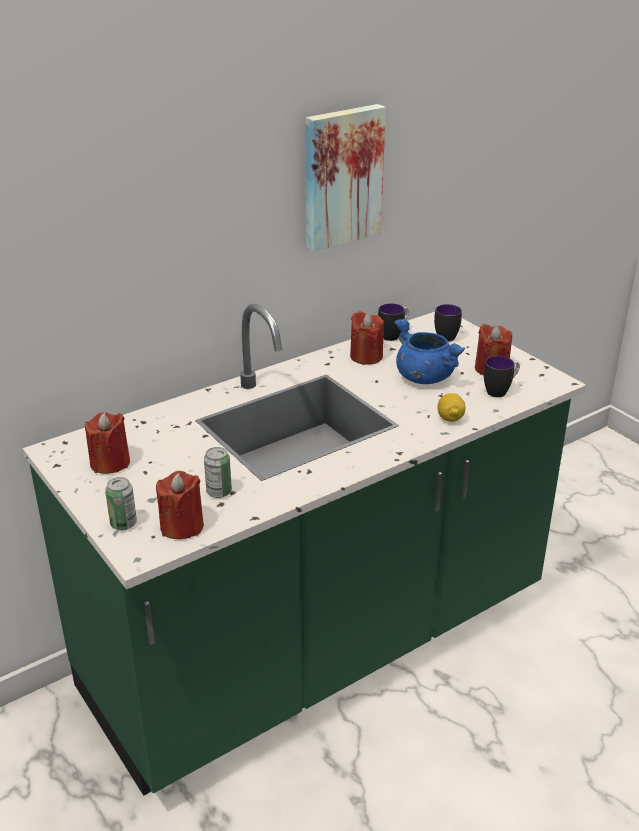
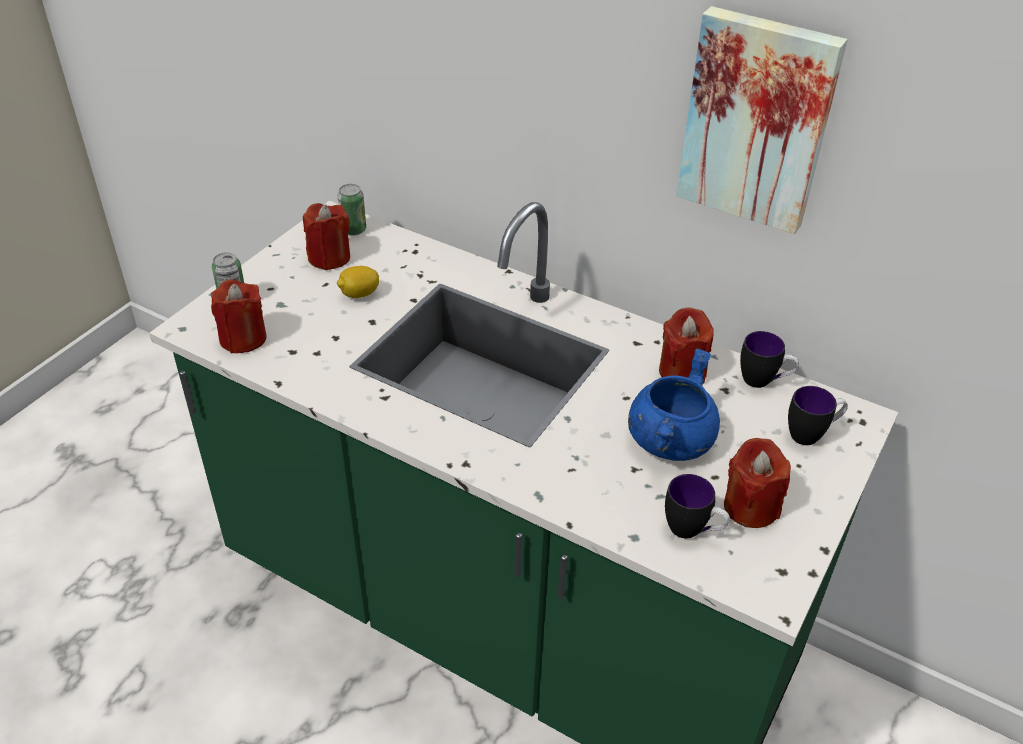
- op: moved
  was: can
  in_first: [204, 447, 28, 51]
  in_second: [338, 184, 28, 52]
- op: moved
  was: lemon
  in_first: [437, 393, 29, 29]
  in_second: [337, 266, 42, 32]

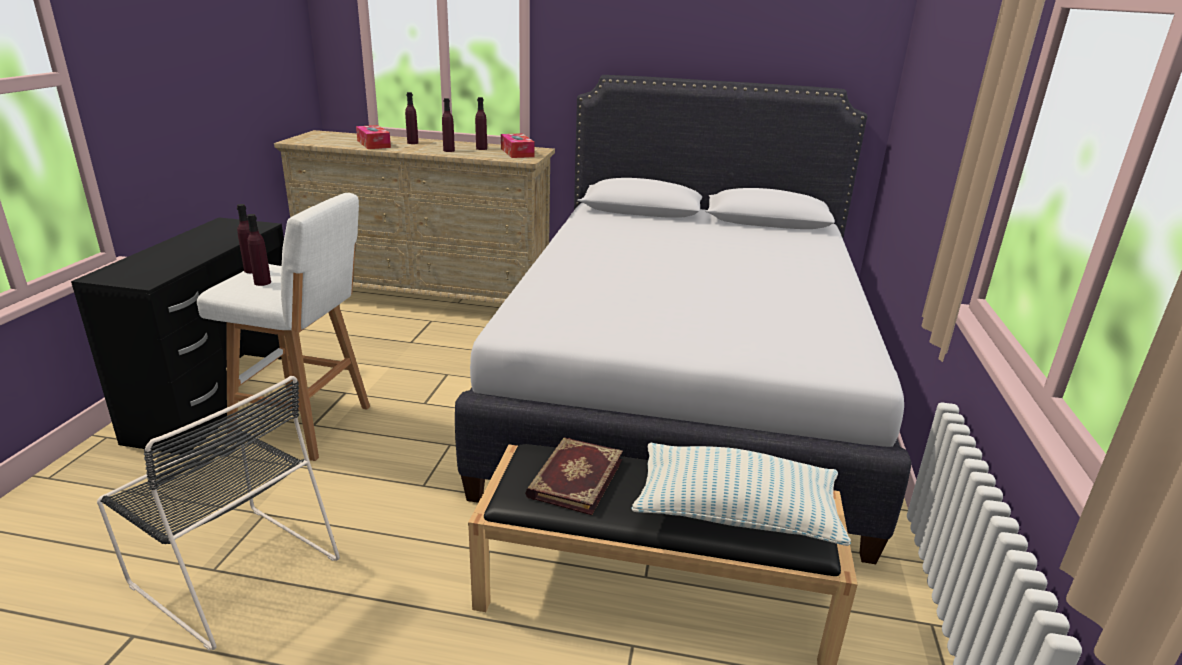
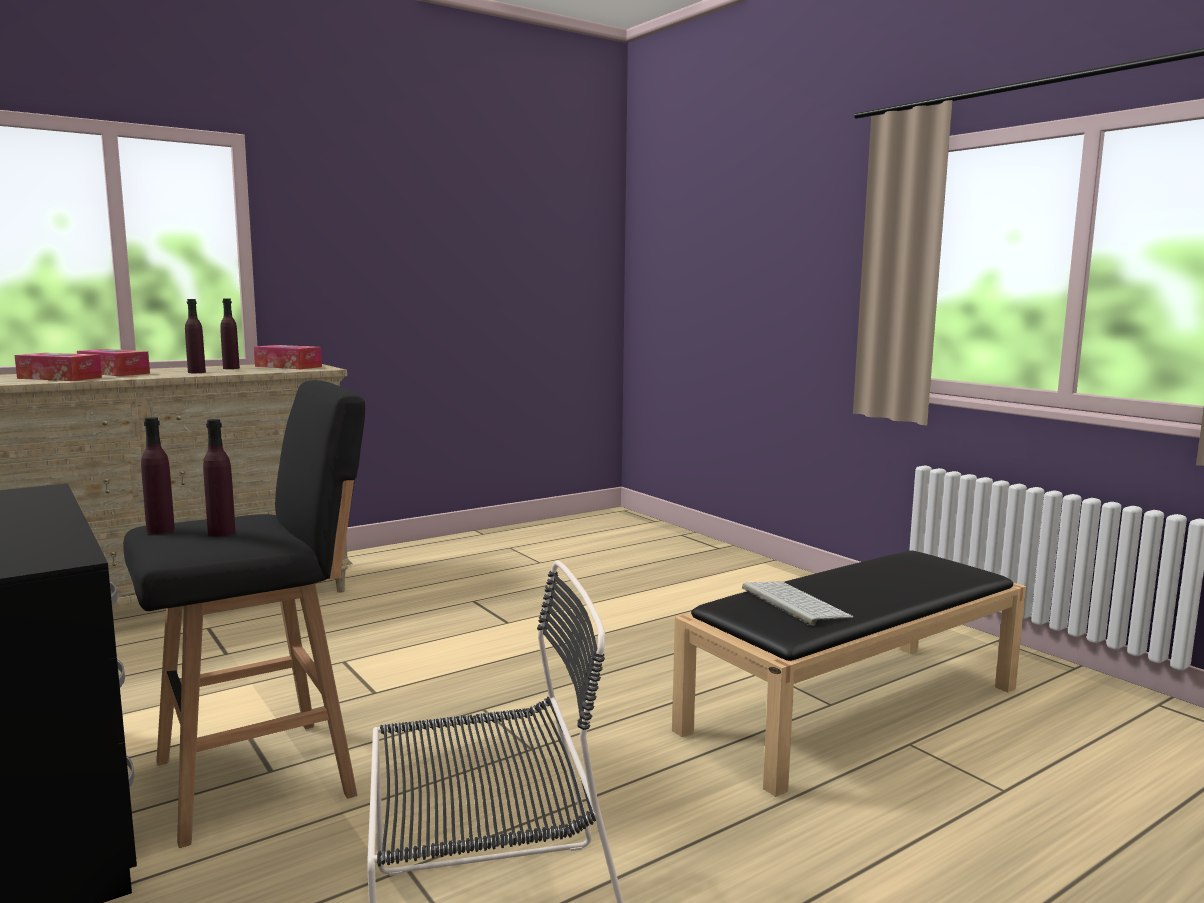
- op: removed
  was: white sleeping bed
  in_first: [455, 75, 457, 489]
- op: removed
  was: throw pillow
  in_first: [631, 443, 220, 103]
- op: replaced
  was: purplish drink bottle
  now: tissue box
  in_first: [405, 92, 13, 52]
  in_second: [77, 349, 73, 27]
- op: replaced
  was: volume
  now: keyboard
  in_first: [525, 437, 98, 78]
  in_second: [742, 581, 111, 45]
- op: recoloured
  was: white stool seat
  now: blackish stool seat
  in_first: [197, 193, 173, 268]
  in_second: [123, 380, 242, 468]

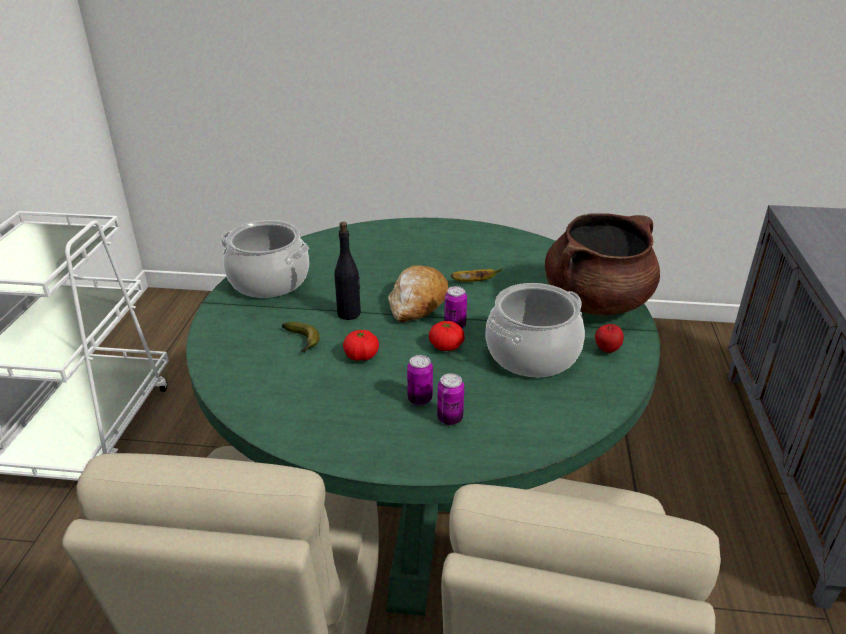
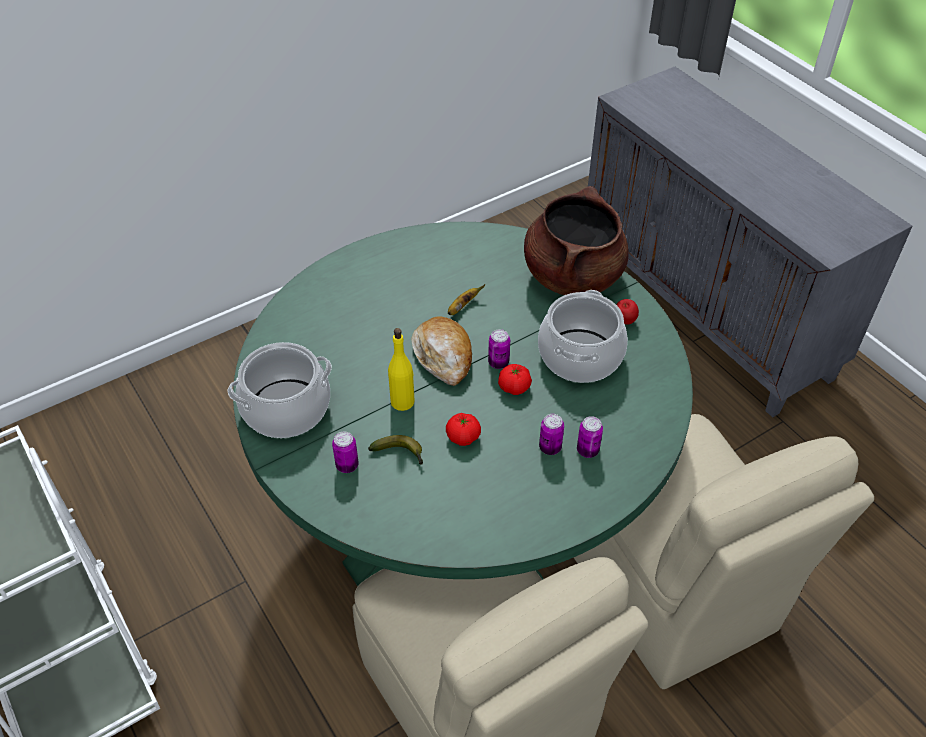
- op: added
  now: can
  in_second: [332, 431, 27, 42]
- op: recoloured
  was: blackish drink bottle
  now: yellowish drink bottle
  in_first: [334, 222, 27, 98]
  in_second: [388, 328, 27, 83]

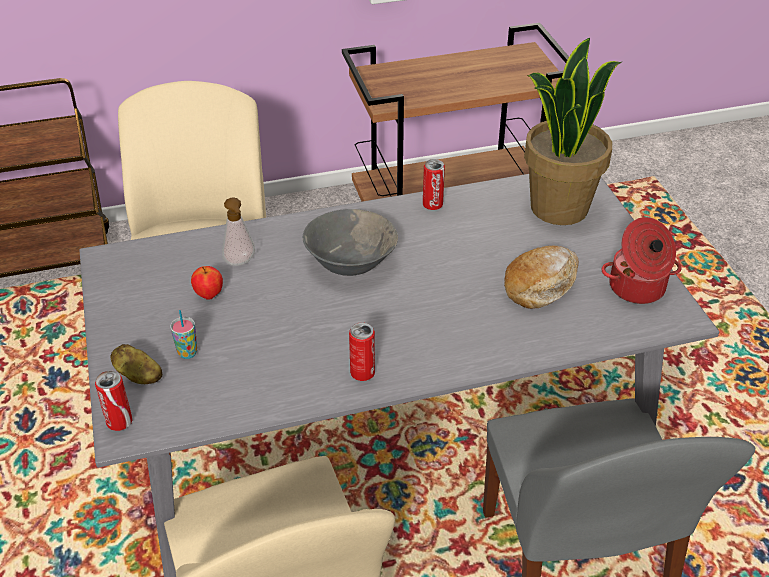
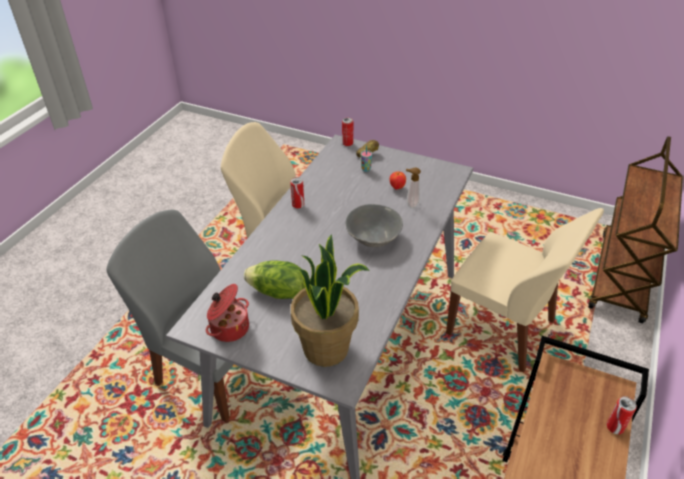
- op: moved
  was: can
  in_first: [423, 159, 22, 51]
  in_second: [607, 396, 30, 39]
- op: replaced
  was: baked bread
  now: lettuce head
  in_first: [504, 246, 75, 63]
  in_second: [244, 260, 61, 39]

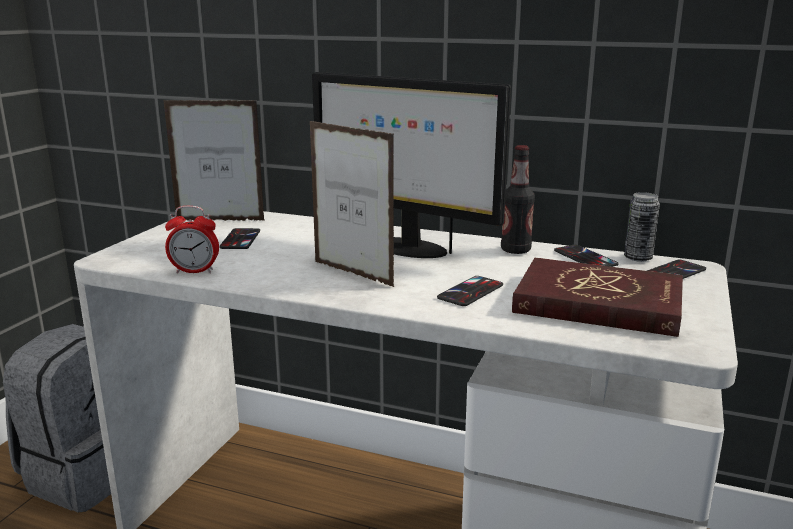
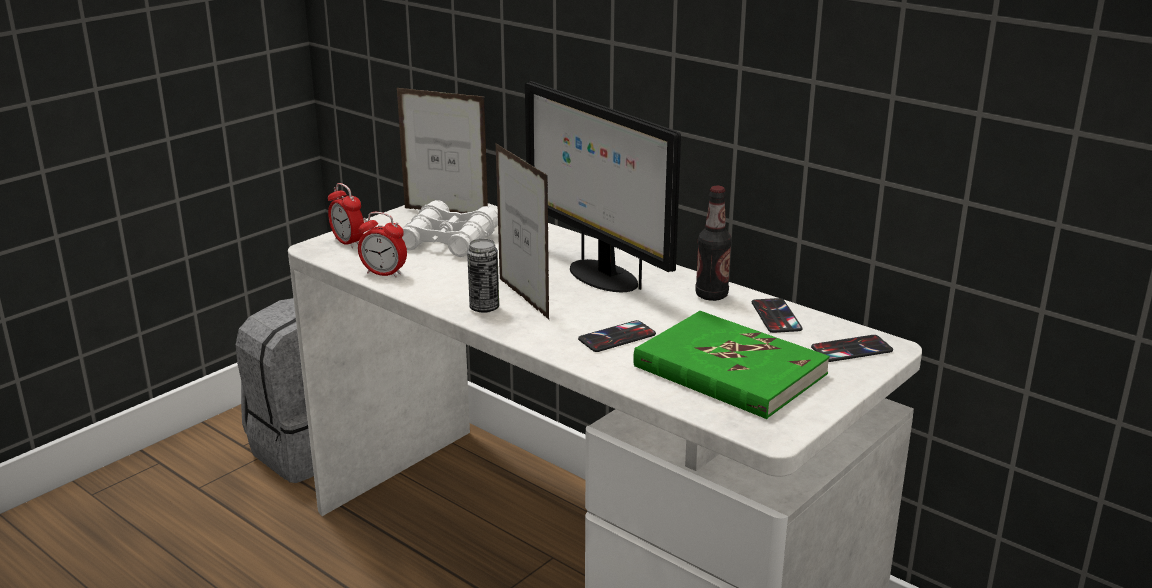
- op: added
  now: table clock
  in_second: [328, 183, 36, 65]
- op: moved
  was: can
  in_first: [624, 192, 36, 70]
  in_second: [467, 239, 32, 74]
- op: replaced
  was: telephone
  now: white binoculars
  in_first: [219, 228, 41, 21]
  in_second: [402, 200, 96, 57]
- op: recoloured
  was: reddish volume
  now: green volume
  in_first: [512, 258, 171, 79]
  in_second: [633, 311, 197, 108]

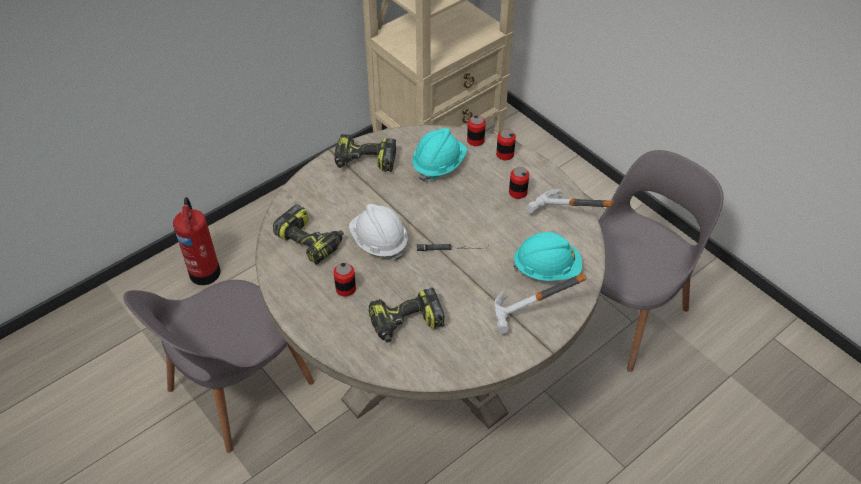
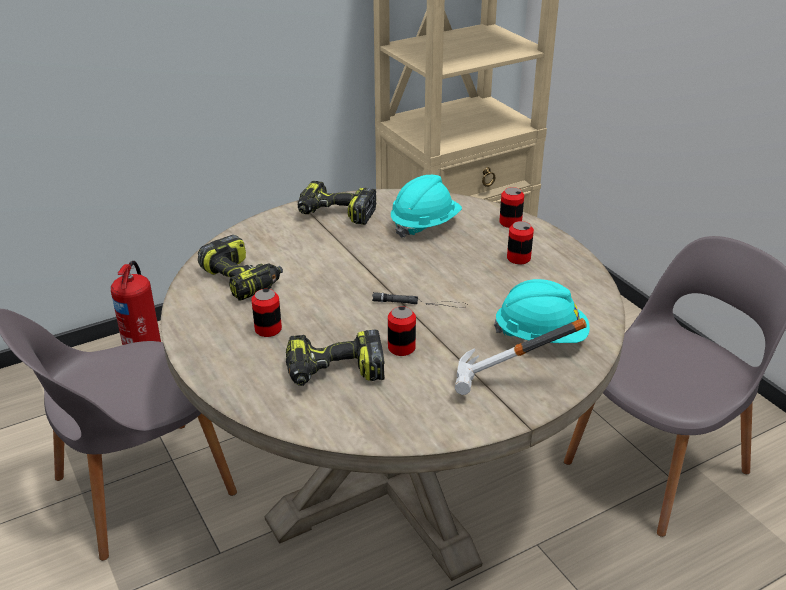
- op: removed
  was: white hard hat
  in_first: [349, 204, 59, 57]
- op: removed
  was: hand hammer
  in_first: [526, 189, 88, 24]
- op: moved
  was: can
  in_first: [467, 115, 19, 31]
  in_second: [388, 306, 28, 50]

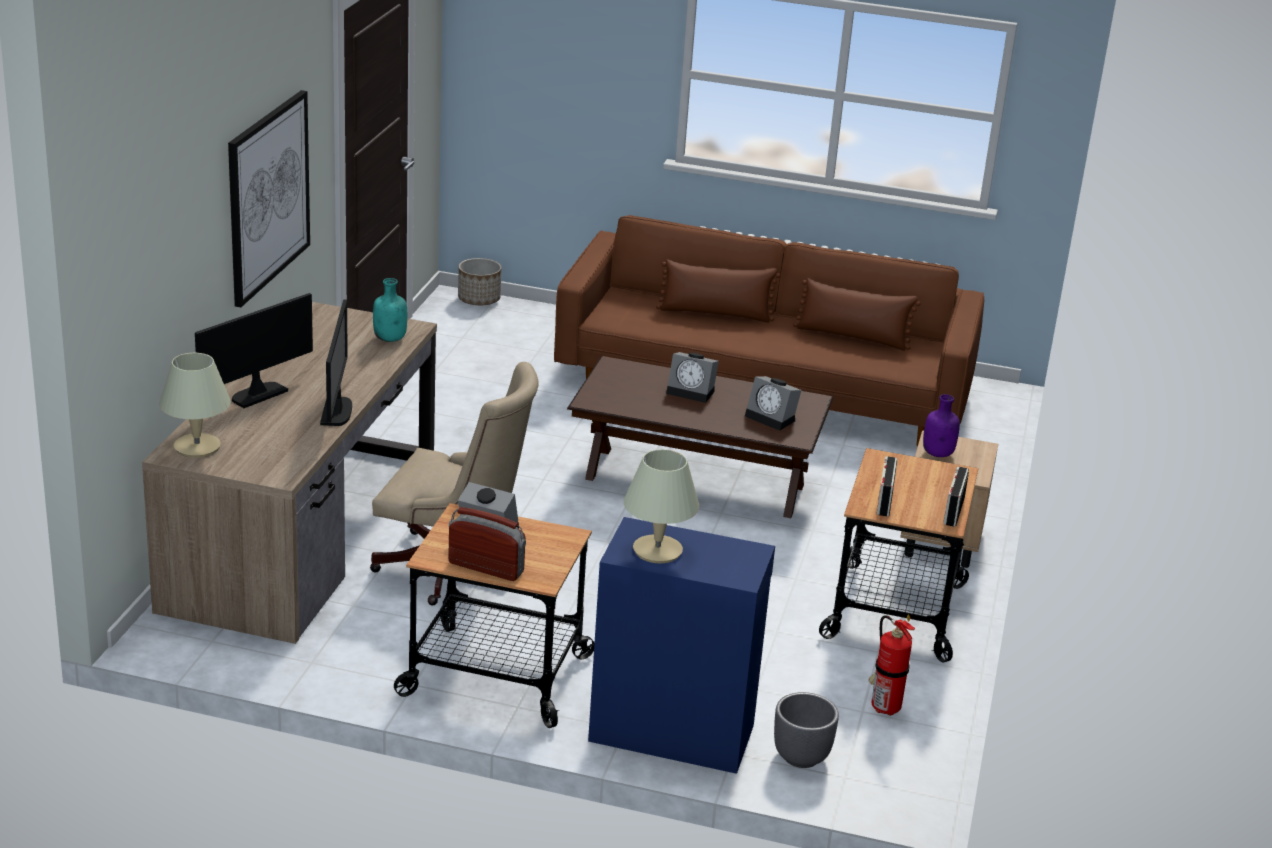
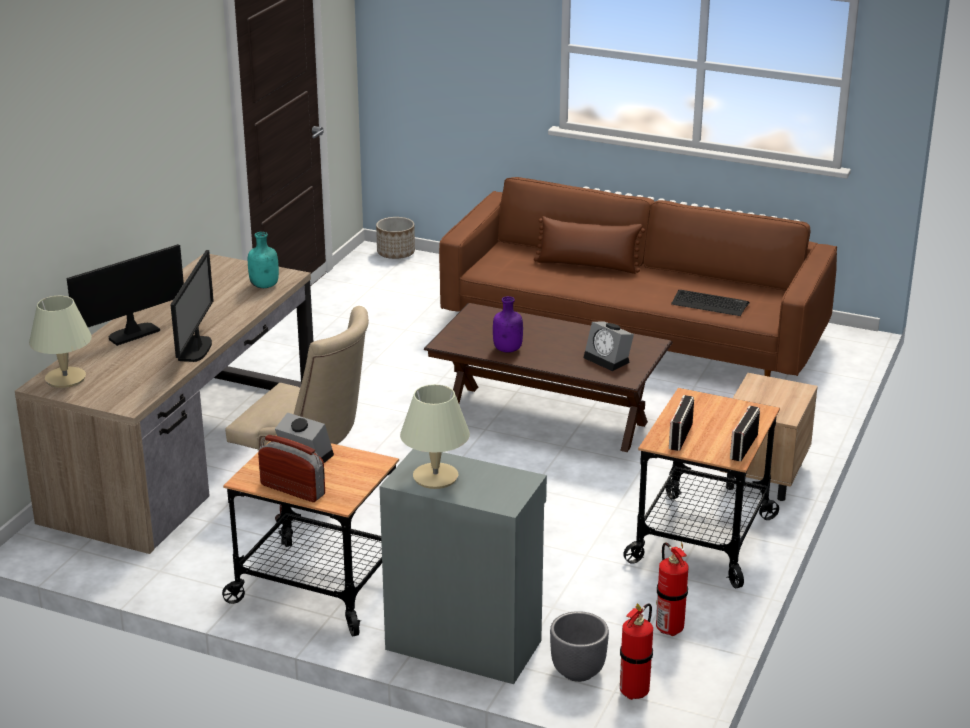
- op: removed
  was: wall picture
  in_first: [228, 90, 82, 217]
- op: removed
  was: table clock
  in_first: [666, 352, 53, 51]
- op: removed
  was: brown throw pillow
  in_first: [793, 278, 128, 73]
- op: added
  now: fire-fighting cylinder
  in_second: [620, 603, 33, 97]
- op: added
  now: keyboard
  in_second: [671, 290, 79, 26]
- op: moved
  was: purplish drink bottle
  in_first: [923, 394, 37, 63]
  in_second: [493, 296, 30, 57]
- op: recoloured
  was: bluish storage cabinet
  now: gray storage cabinet
  in_first: [588, 517, 187, 257]
  in_second: [379, 449, 168, 235]

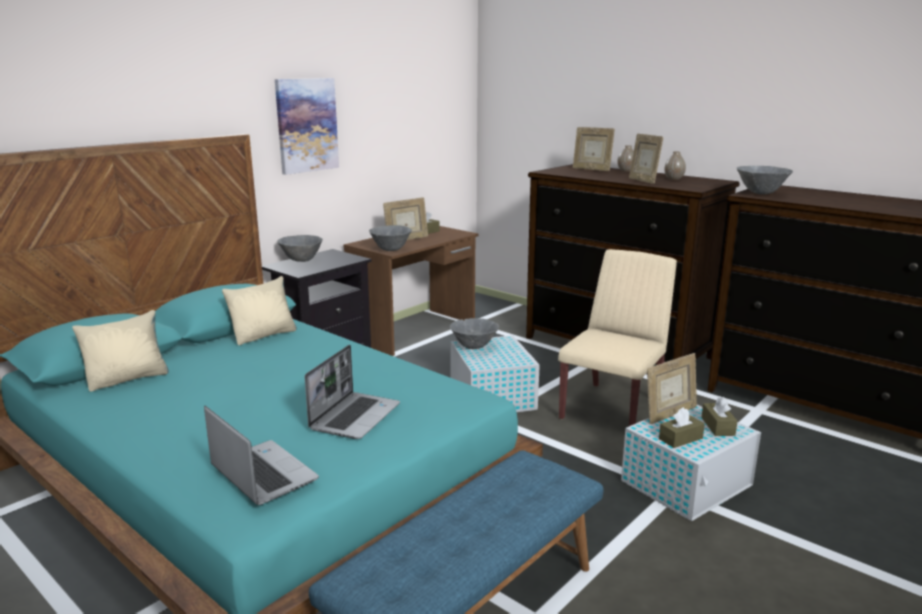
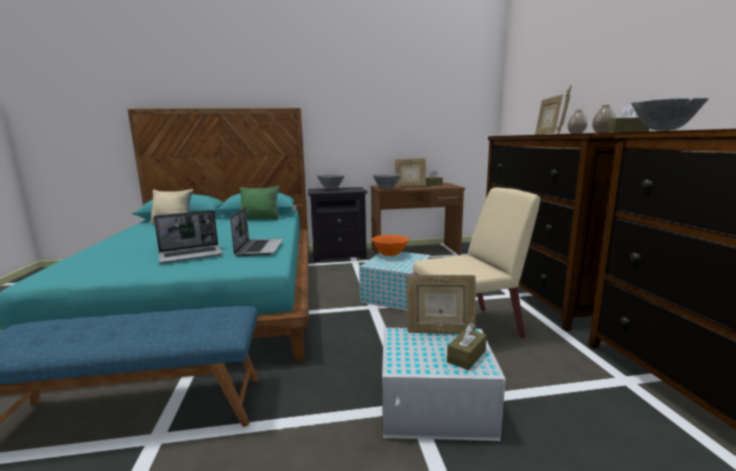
- op: removed
  was: wall picture
  in_first: [275, 78, 64, 97]
- op: moved
  was: laptop
  in_first: [204, 406, 115, 99]
  in_second: [230, 207, 53, 49]
- op: moved
  was: brown tissue box
  in_first: [659, 407, 46, 41]
  in_second: [608, 104, 41, 29]
- op: recoloured
  was: beige-coloured throw pillow
  now: green throw pillow
  in_first: [222, 276, 75, 69]
  in_second: [239, 186, 41, 34]
- op: recoloured
  was: gray serving bowl
  now: orange serving bowl
  in_first: [450, 318, 49, 31]
  in_second: [372, 235, 37, 21]

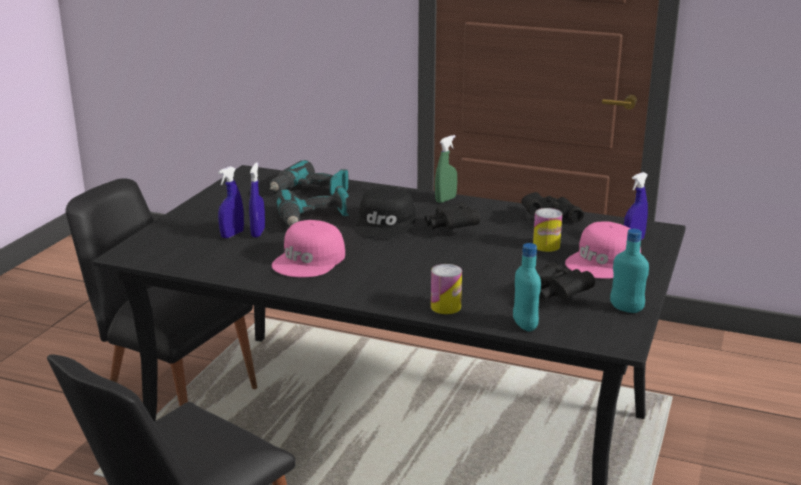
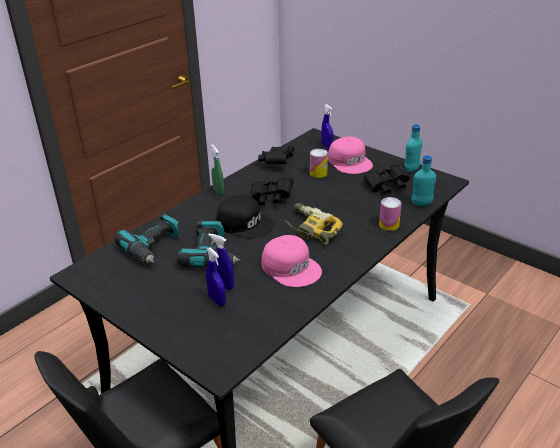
- op: added
  now: electric drill
  in_second: [285, 203, 58, 42]

